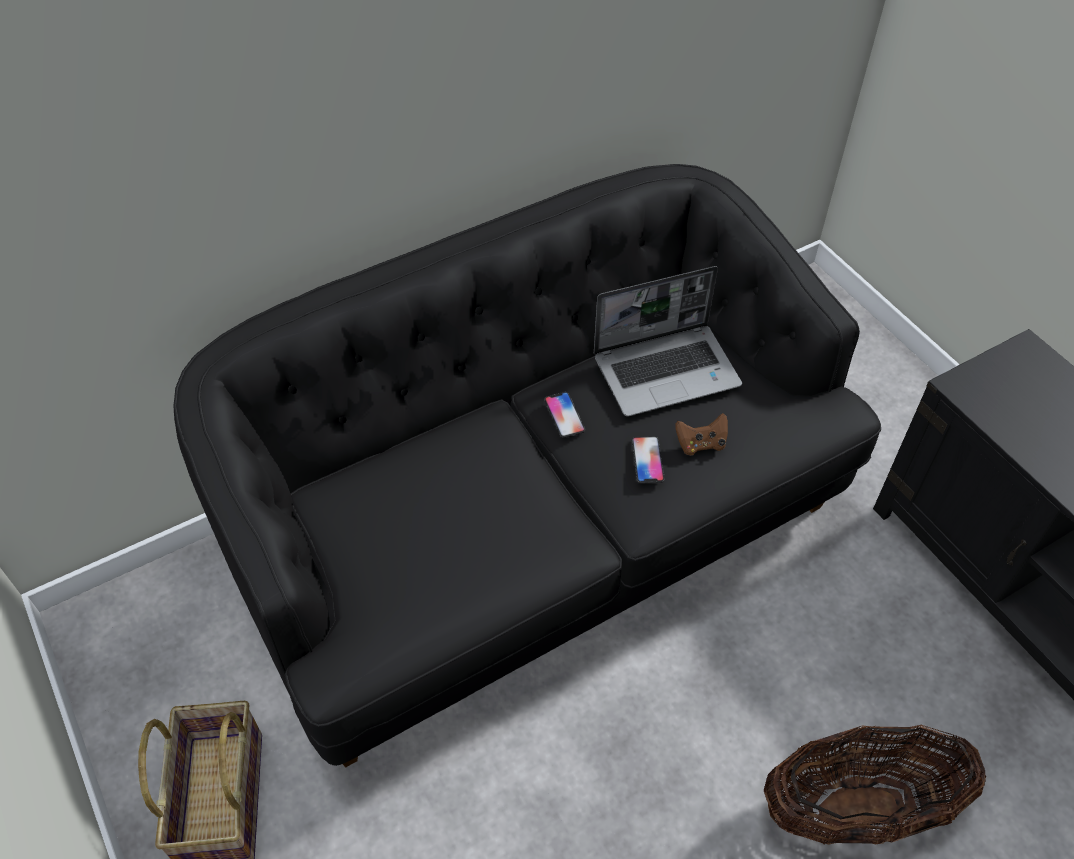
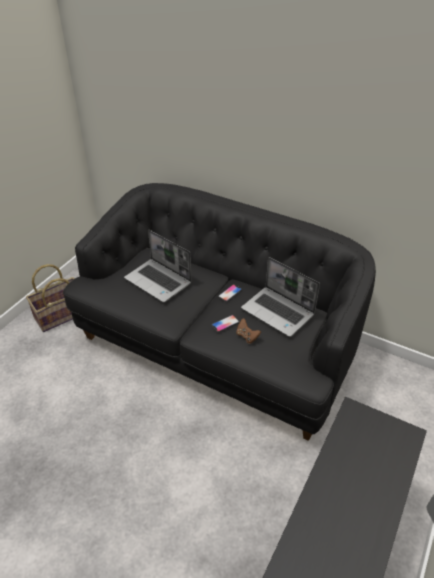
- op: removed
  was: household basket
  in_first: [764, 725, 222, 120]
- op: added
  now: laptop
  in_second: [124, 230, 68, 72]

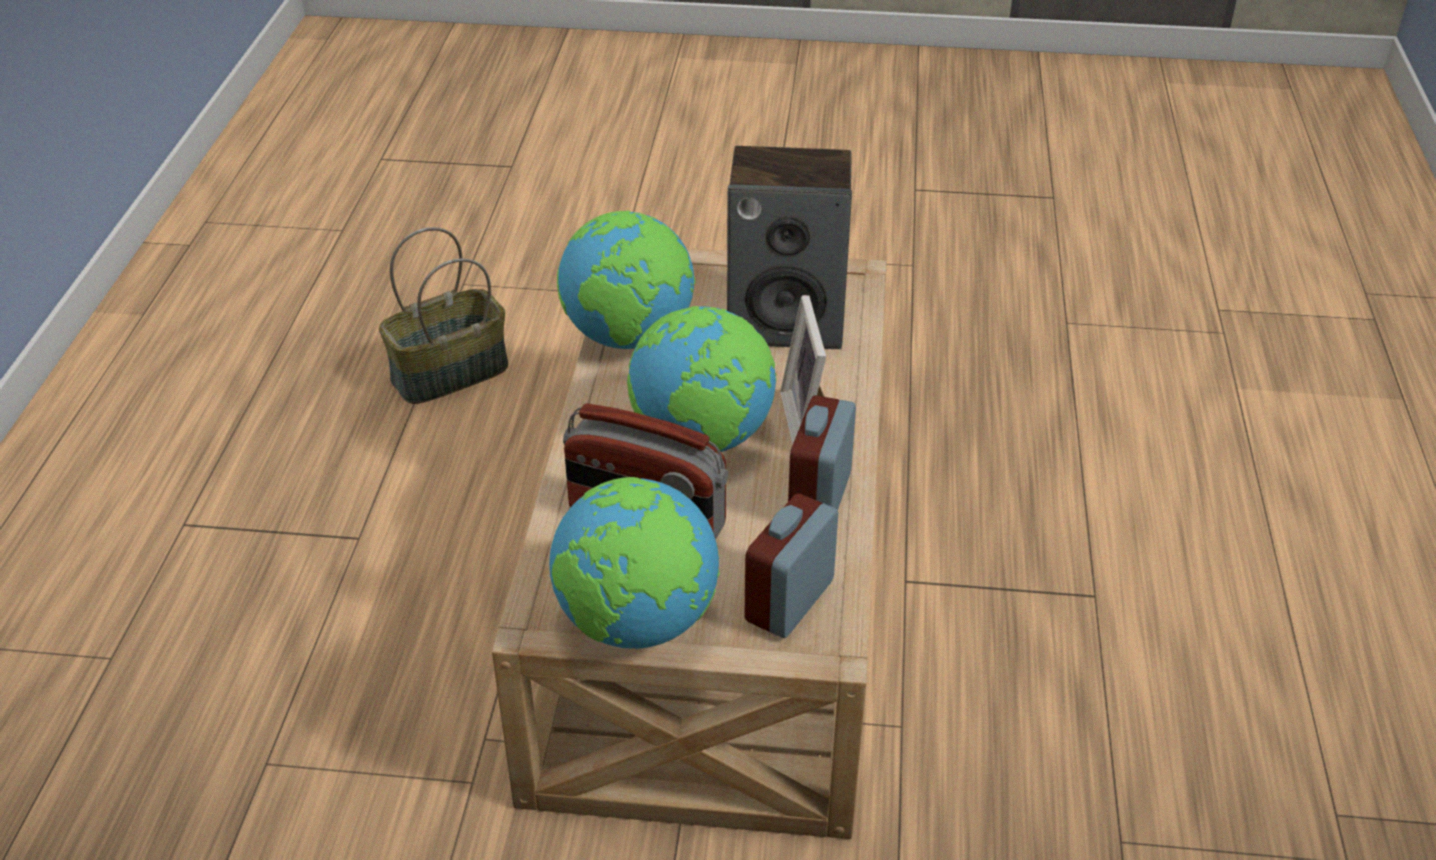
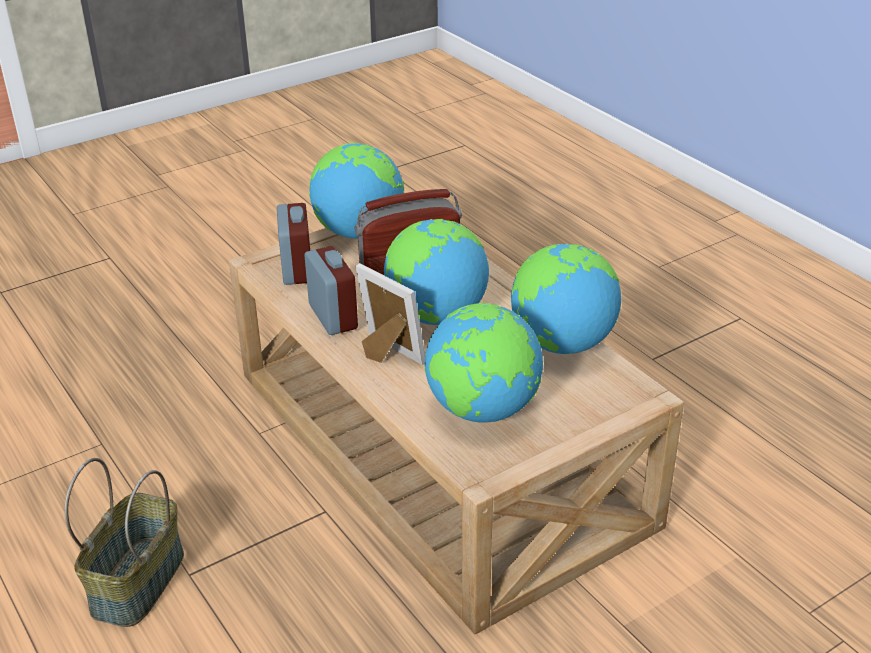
- op: moved
  was: household basket
  in_first: [379, 227, 129, 177]
  in_second: [65, 458, 119, 169]
- op: replaced
  was: speaker
  now: globe
  in_first: [727, 146, 125, 203]
  in_second: [424, 303, 119, 120]

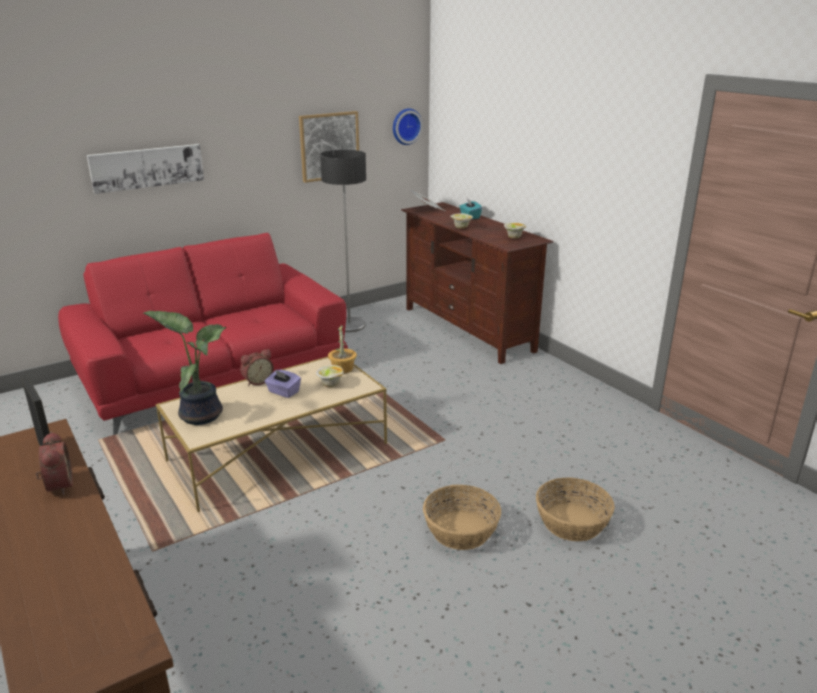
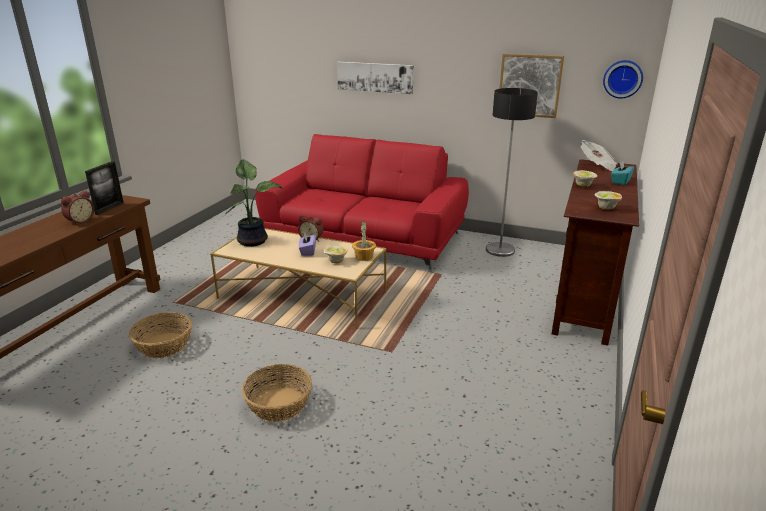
- op: moved
  was: household basket
  in_first: [536, 477, 79, 64]
  in_second: [129, 312, 63, 46]

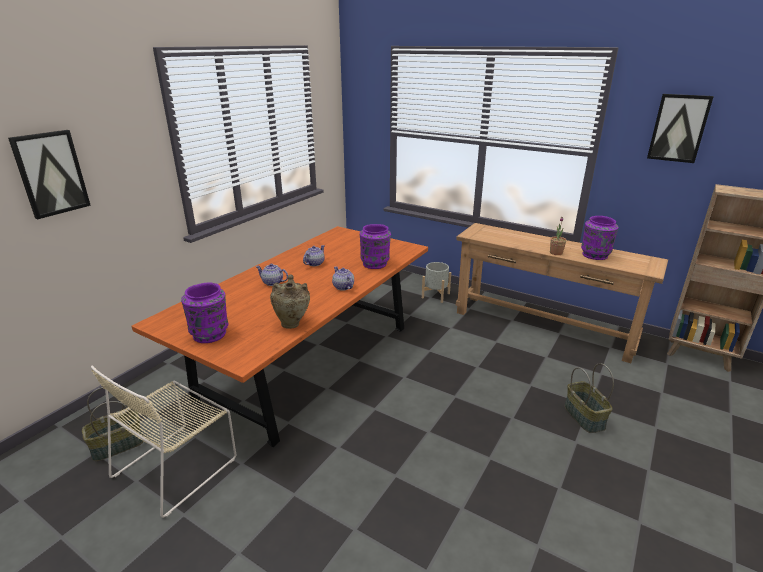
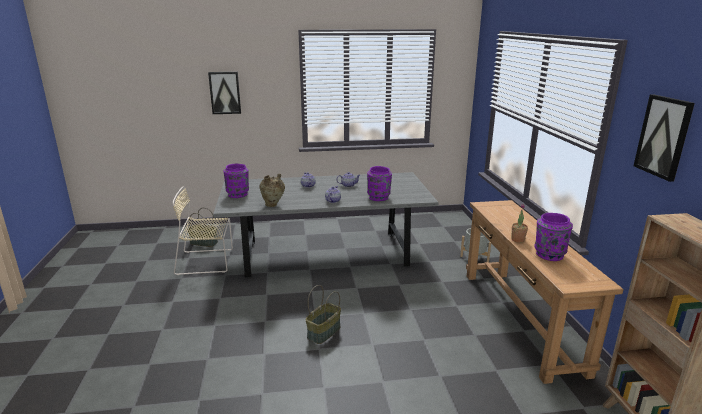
- op: moved
  was: household basket
  in_first: [564, 363, 50, 70]
  in_second: [306, 285, 35, 59]
- op: recoloured
  was: orange dining table
  now: gray dining table
  in_first: [131, 226, 297, 221]
  in_second: [213, 172, 226, 105]

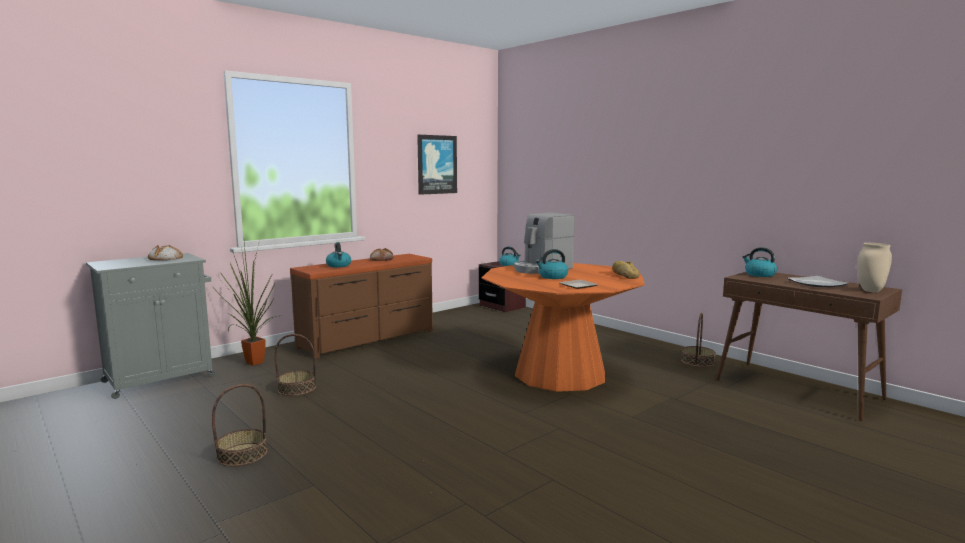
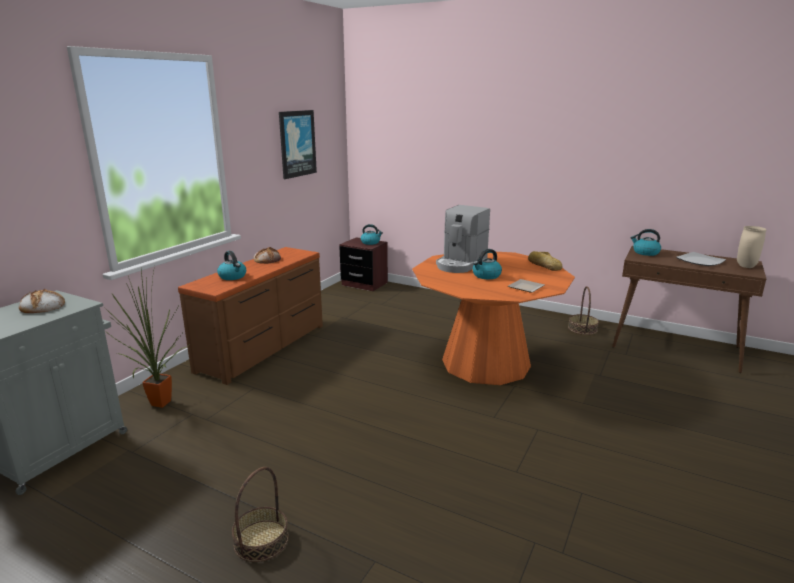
- op: removed
  was: household basket
  in_first: [275, 334, 41, 62]

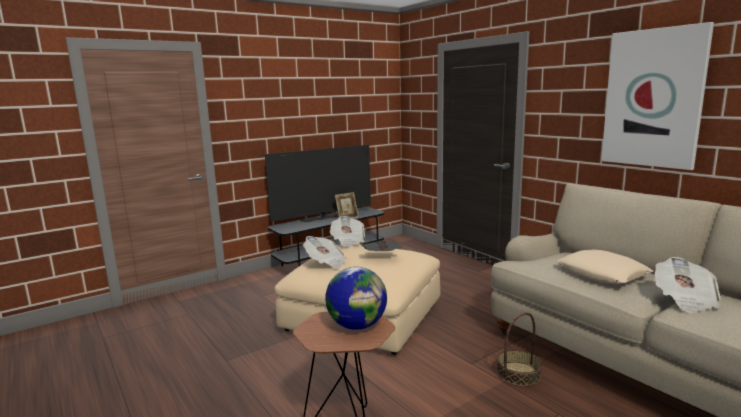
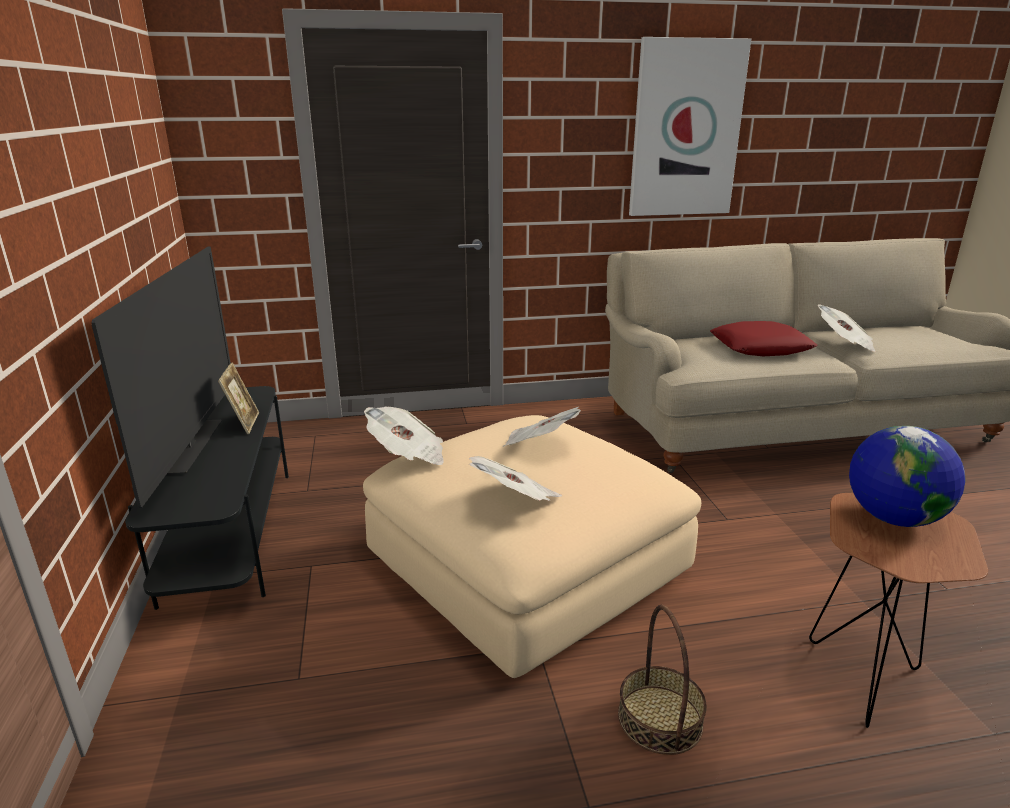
- op: moved
  was: household basket
  in_first: [497, 312, 45, 75]
  in_second: [618, 605, 89, 150]
- op: recoloured
  was: beige-coloured throw pillow
  now: reddish throw pillow
  in_first: [556, 250, 97, 34]
  in_second: [710, 321, 108, 35]

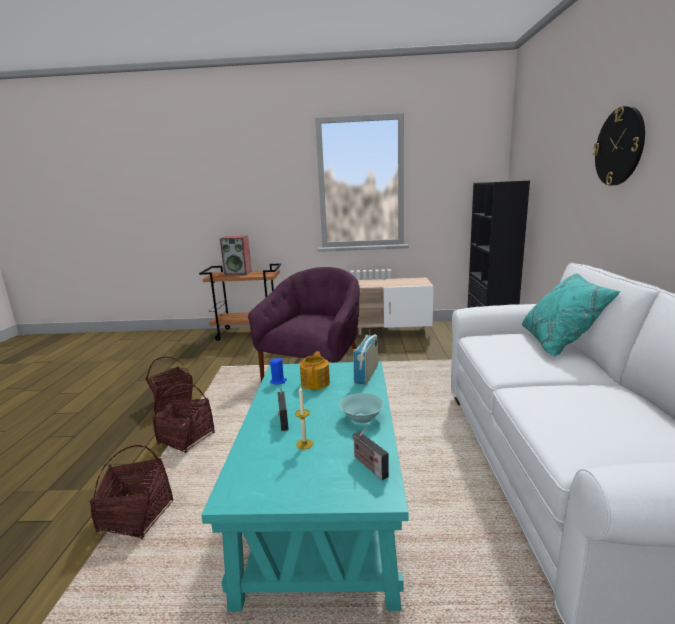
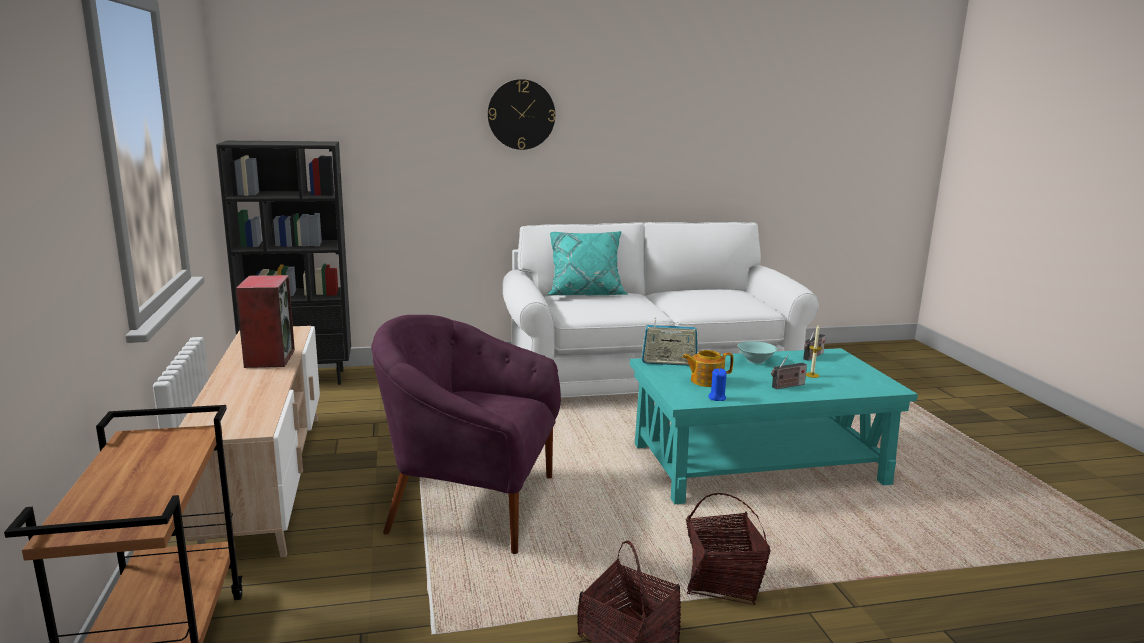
- op: removed
  was: household basket
  in_first: [90, 445, 83, 94]
- op: moved
  was: speaker
  in_first: [220, 236, 32, 39]
  in_second: [236, 275, 59, 93]

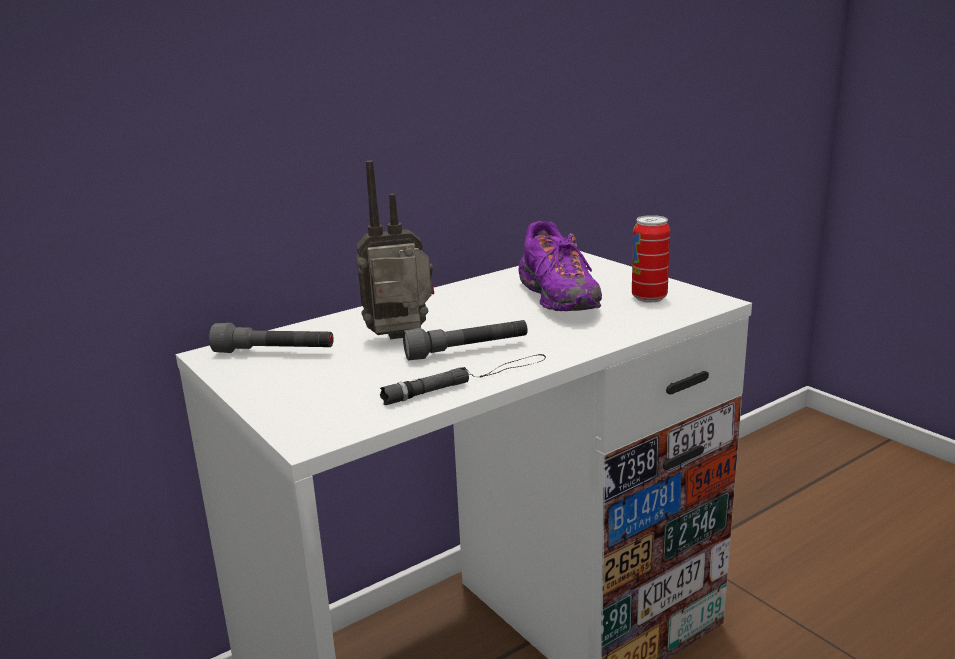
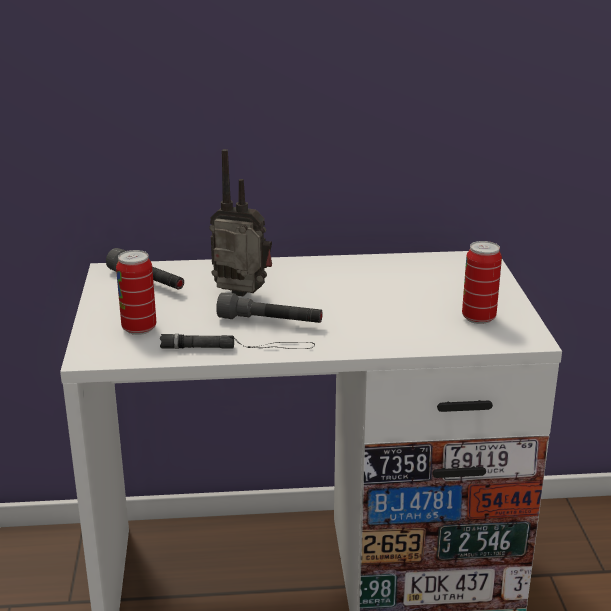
- op: removed
  was: purplish shoe
  in_first: [518, 221, 84, 90]
- op: added
  now: can
  in_second: [116, 250, 40, 85]

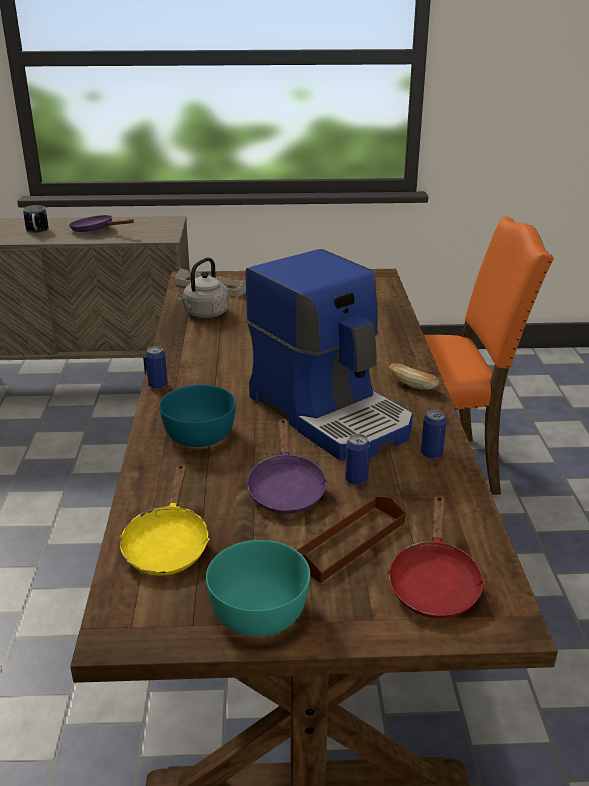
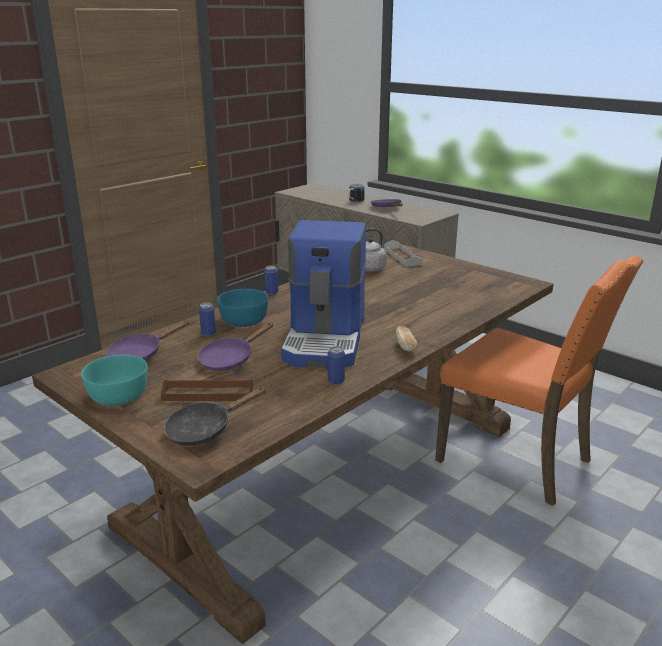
- op: moved
  was: can
  in_first: [345, 434, 25, 51]
  in_second: [199, 303, 17, 33]
- op: recoloured
  was: yellowish pan
  now: purplish pan
  in_first: [119, 463, 91, 113]
  in_second: [106, 320, 84, 41]
- op: recoloured
  was: reddish pan
  now: blackish pan
  in_first: [387, 494, 98, 124]
  in_second: [164, 387, 102, 59]

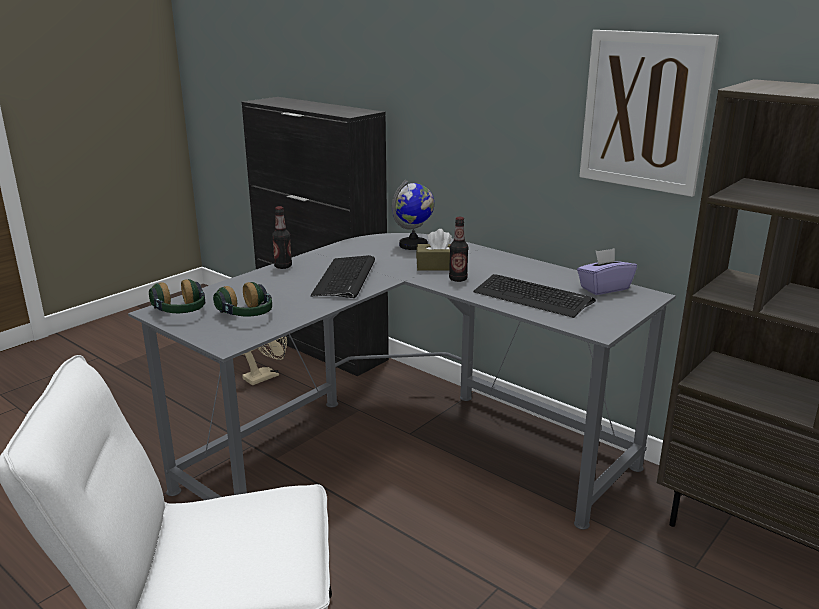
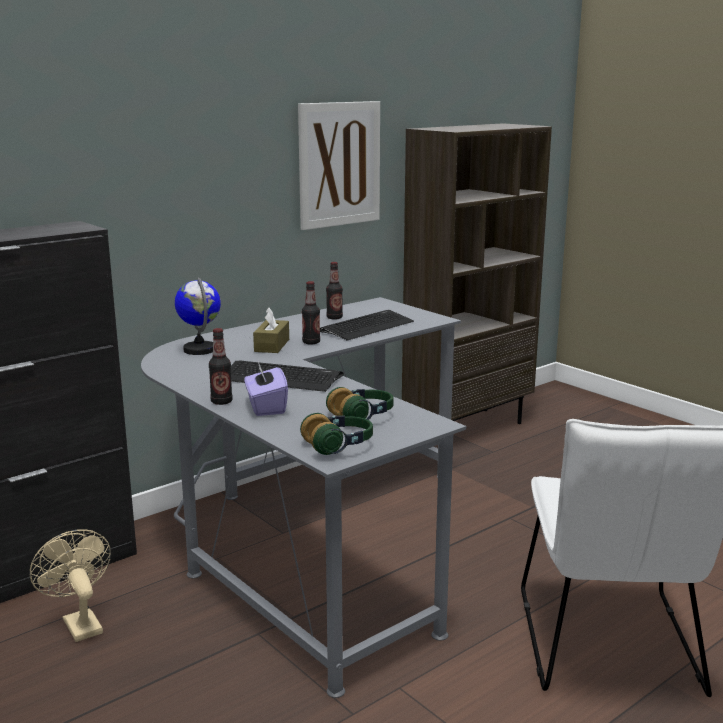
- op: added
  now: drink bottle
  in_second: [326, 262, 17, 58]
- op: moved
  was: purplish tissue box
  in_first: [577, 248, 60, 47]
  in_second: [244, 361, 44, 55]

